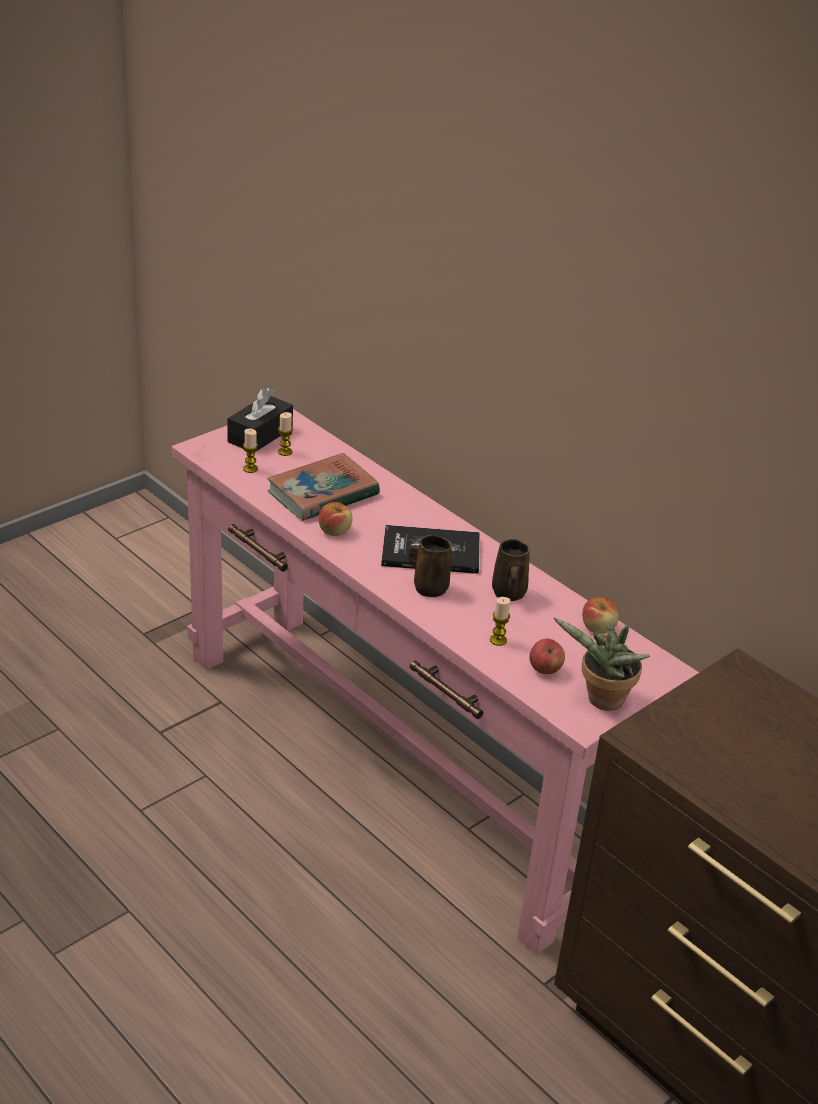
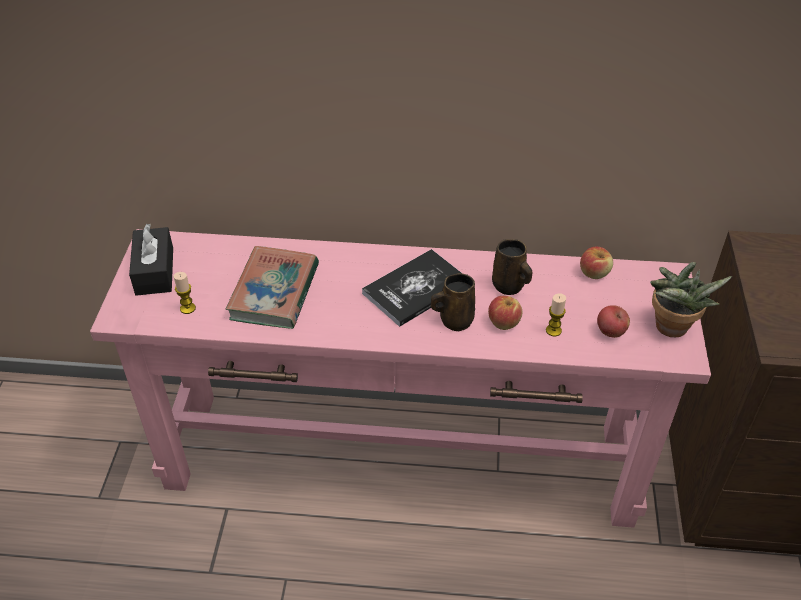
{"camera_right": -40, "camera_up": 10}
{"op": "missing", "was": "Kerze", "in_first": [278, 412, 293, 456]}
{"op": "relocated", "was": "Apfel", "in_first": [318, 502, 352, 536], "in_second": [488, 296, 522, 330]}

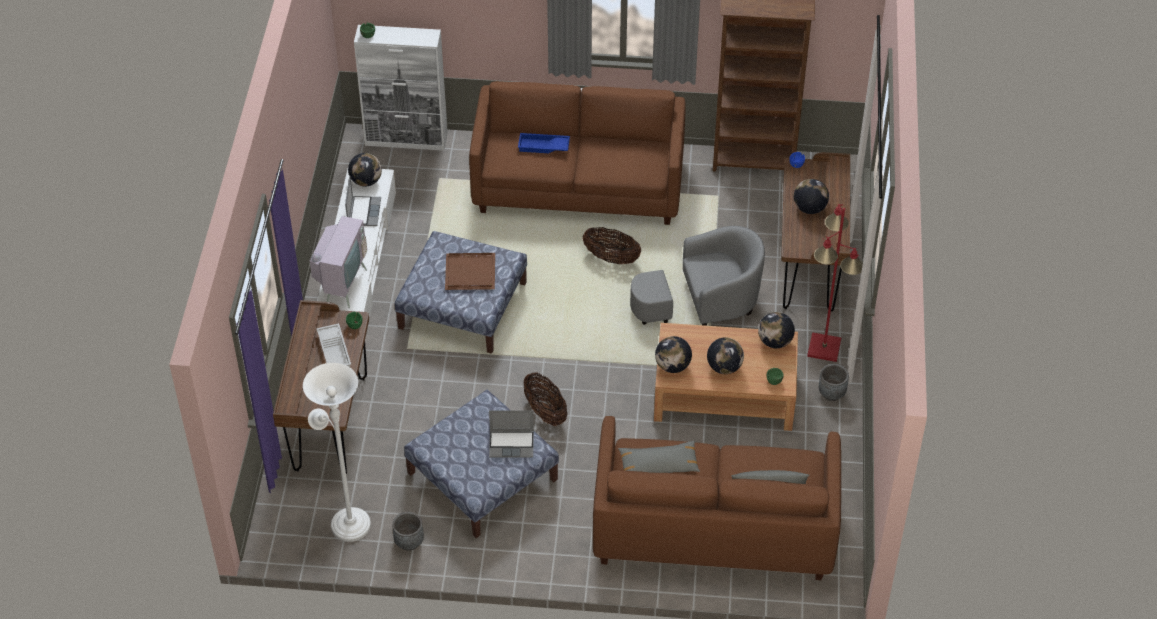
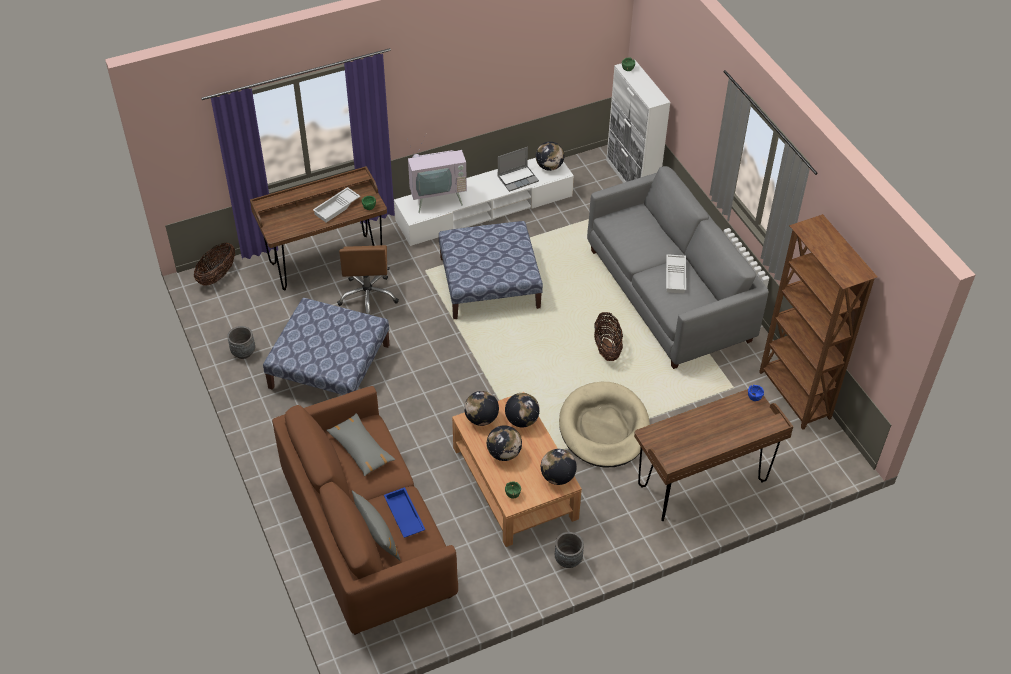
{"camera_right": 60, "camera_up": 0}
{"op": "colour", "was": "Sofa/braun", "now": "Sofa/grau", "in_first": [469, 81, 686, 225], "in_second": [587, 166, 769, 369]}
{"op": "relocated", "was": "Tablett/blau", "in_first": [518, 133, 570, 153], "in_second": [384, 487, 426, 538]}
{"op": "relocated", "was": "Globus", "in_first": [794, 179, 829, 214], "in_second": [505, 393, 540, 427]}
{"op": "missing", "was": "Stehlampe/rot", "in_first": [807, 204, 863, 362]}
{"op": "exchanged", "was": "Sessel/grau", "now": "Hundebett/beige", "in_first": [630, 226, 765, 326], "in_second": [559, 382, 650, 468]}
{"op": "missing", "was": "Tablett/braun", "in_first": [445, 253, 495, 290]}
{"op": "missing", "was": "Stehlampe/weiß", "in_first": [303, 363, 371, 542]}
{"op": "relocated", "was": "Korb", "in_first": [524, 372, 567, 426], "in_second": [194, 242, 235, 286]}
{"op": "missing", "was": "Laptop", "in_first": [489, 410, 534, 458]}
{"op": "appeared", "now": "Bürostuhl/braun", "in_second": [337, 245, 399, 315]}
{"op": "appeared", "now": "Tablett/weiß", "in_second": [666, 254, 686, 293]}

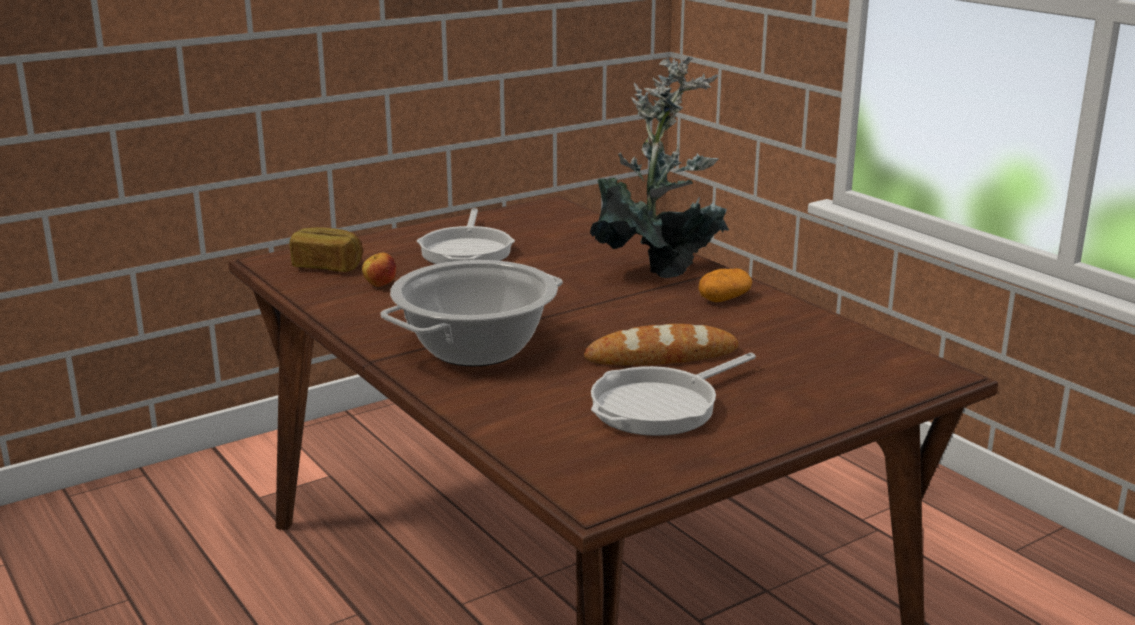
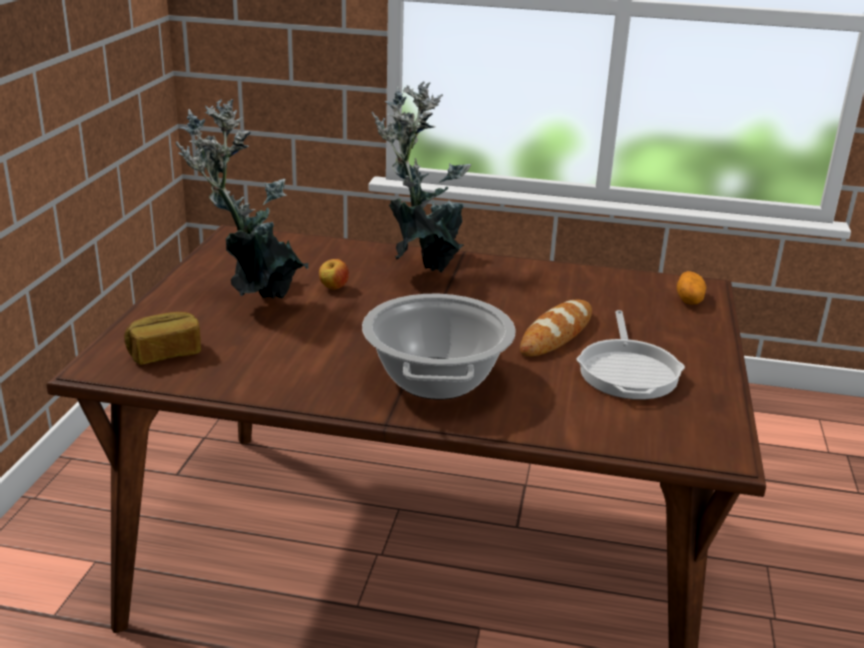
{"camera_right": -45, "camera_up": 5}
{"op": "exchanged", "was": "Pfanne", "now": "Topfpflanze", "in_first": [417, 208, 515, 264], "in_second": [176, 99, 309, 299]}
{"op": "relocated", "was": "Apfel", "in_first": [362, 253, 396, 287], "in_second": [319, 259, 349, 290]}
{"op": "relocated", "was": "Kartoffel", "in_first": [698, 269, 752, 302], "in_second": [677, 271, 707, 304]}

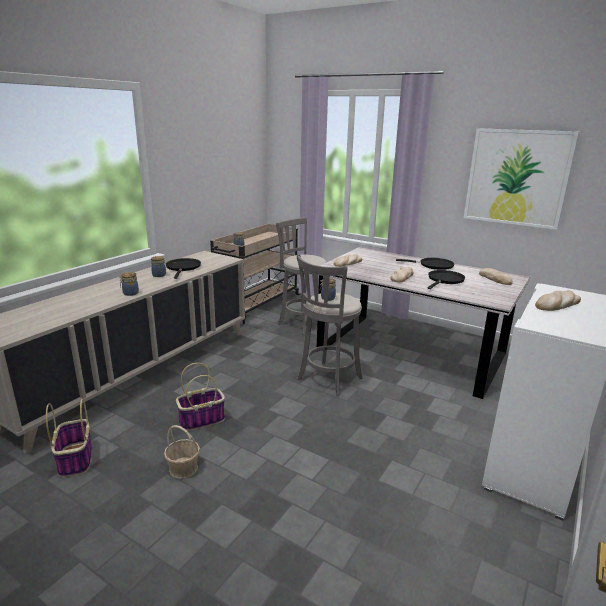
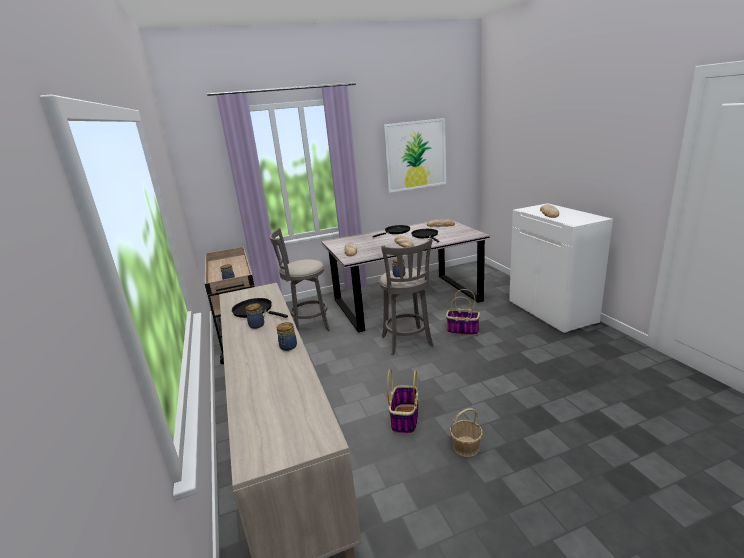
{"camera_right": -50, "camera_up": 0}
{"op": "relocated", "was": "Korb", "in_first": [46, 399, 92, 477], "in_second": [446, 289, 480, 336]}

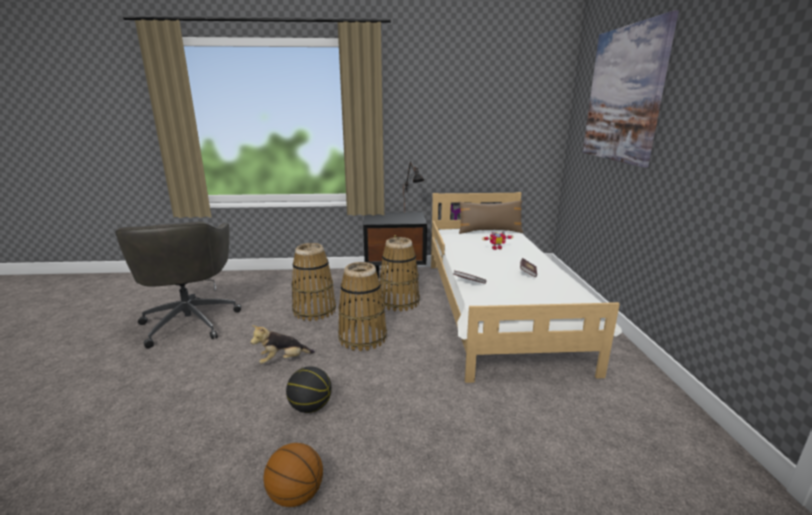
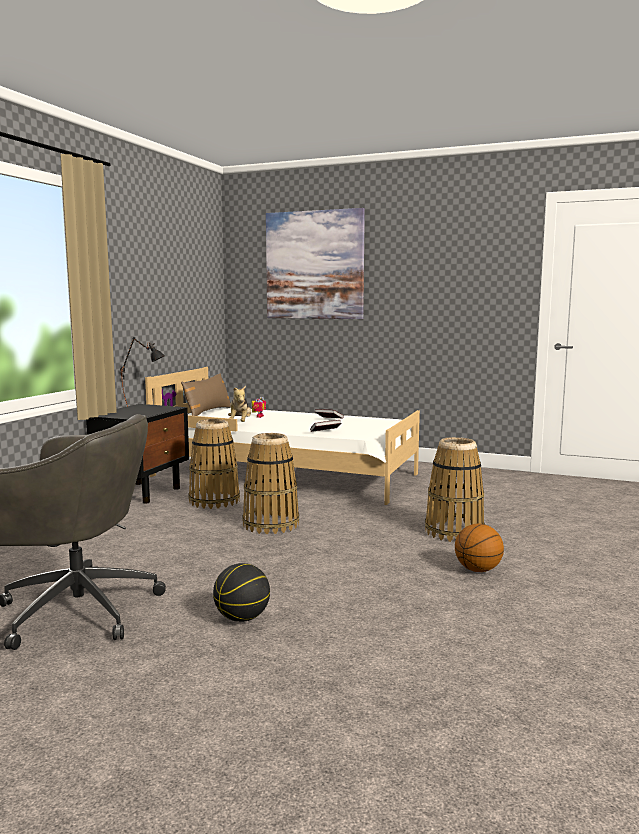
{"camera_right": -65, "camera_up": -10}
{"op": "relocated", "was": "Korb", "in_first": [292, 243, 336, 321], "in_second": [425, 437, 485, 542]}
{"op": "relocated", "was": "Plüschtier", "in_first": [250, 325, 315, 364], "in_second": [228, 386, 251, 422]}
{"op": "relocated", "was": "Basketball", "in_first": [286, 366, 332, 413], "in_second": [213, 563, 270, 622]}

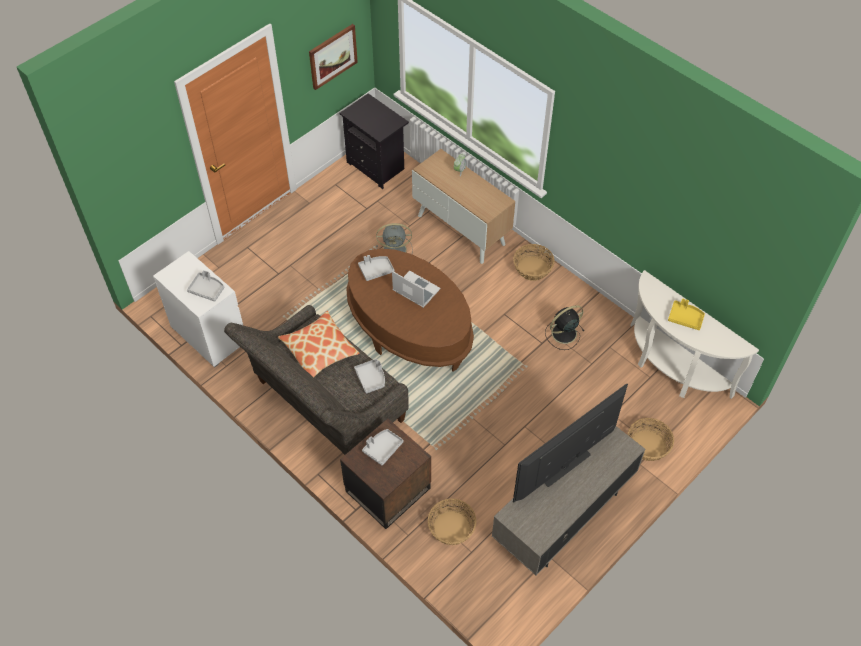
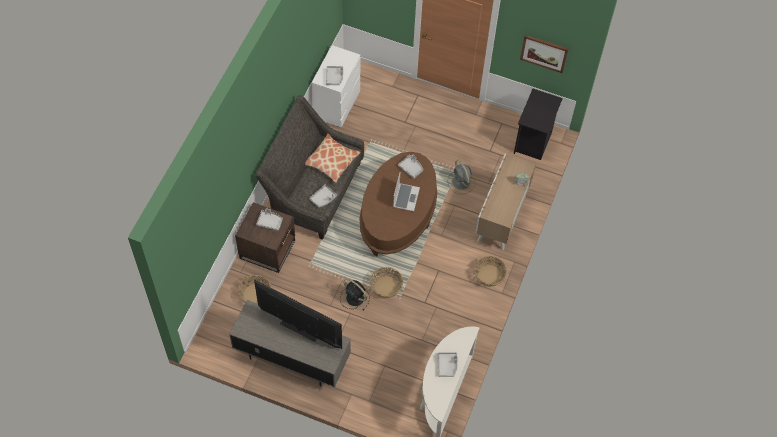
{"camera_right": 65, "camera_up": 5}
{"op": "colour", "was": "Tablett/gelb", "now": "Tablett/grau", "in_first": [668, 298, 705, 330], "in_second": [438, 352, 458, 377]}
{"op": "relocated", "was": "Ventilator/schwarz", "in_first": [545, 305, 584, 350], "in_second": [340, 279, 370, 310]}
{"op": "relocated", "was": "Korb", "in_first": [628, 418, 674, 461], "in_second": [370, 267, 403, 298]}

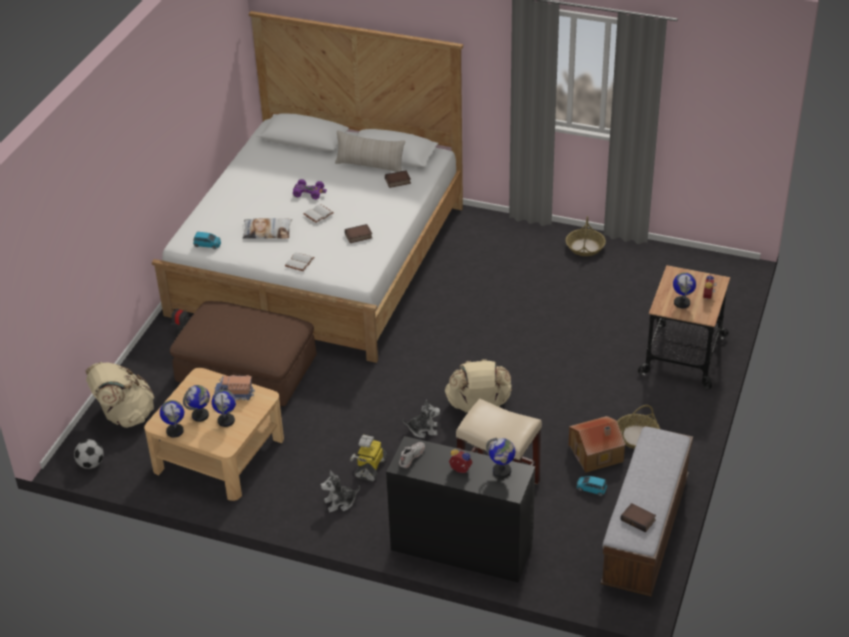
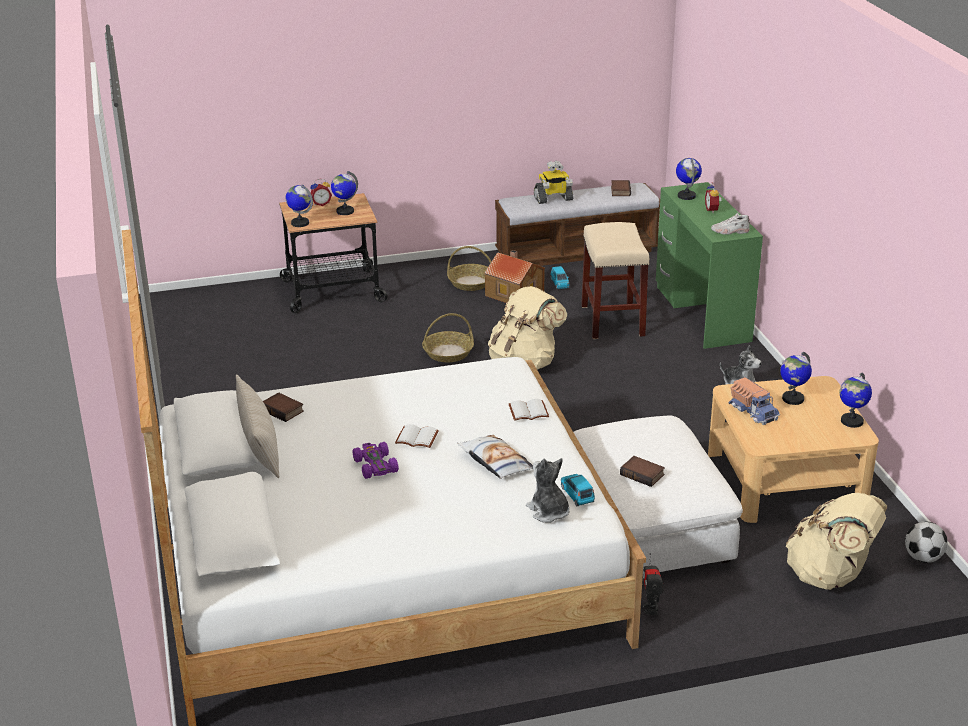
{"camera_right": -125, "camera_up": -10}
{"op": "relocated", "was": "Korb", "in_first": [566, 216, 606, 256], "in_second": [422, 313, 474, 362]}
{"op": "relocated", "was": "Buch", "in_first": [345, 224, 372, 243], "in_second": [620, 456, 665, 487]}
{"op": "colour", "was": "Polsterhocker/braun", "now": "Polsterhocker/weiß", "in_first": [170, 301, 316, 407], "in_second": [573, 415, 743, 572]}
{"op": "relocated", "was": "Globus", "in_first": [183, 385, 210, 422], "in_second": [286, 184, 313, 227]}
{"op": "relocated", "was": "Plüschtier", "in_first": [403, 400, 440, 438], "in_second": [526, 458, 570, 523]}
{"op": "relocated", "was": "Spielzeugroboter", "in_first": [350, 435, 388, 481], "in_second": [534, 161, 573, 204]}
{"op": "colour", "was": "Schreibtisch/schwarz", "now": "Schreibtisch/grün", "in_first": [386, 436, 535, 582], "in_second": [656, 182, 763, 349]}

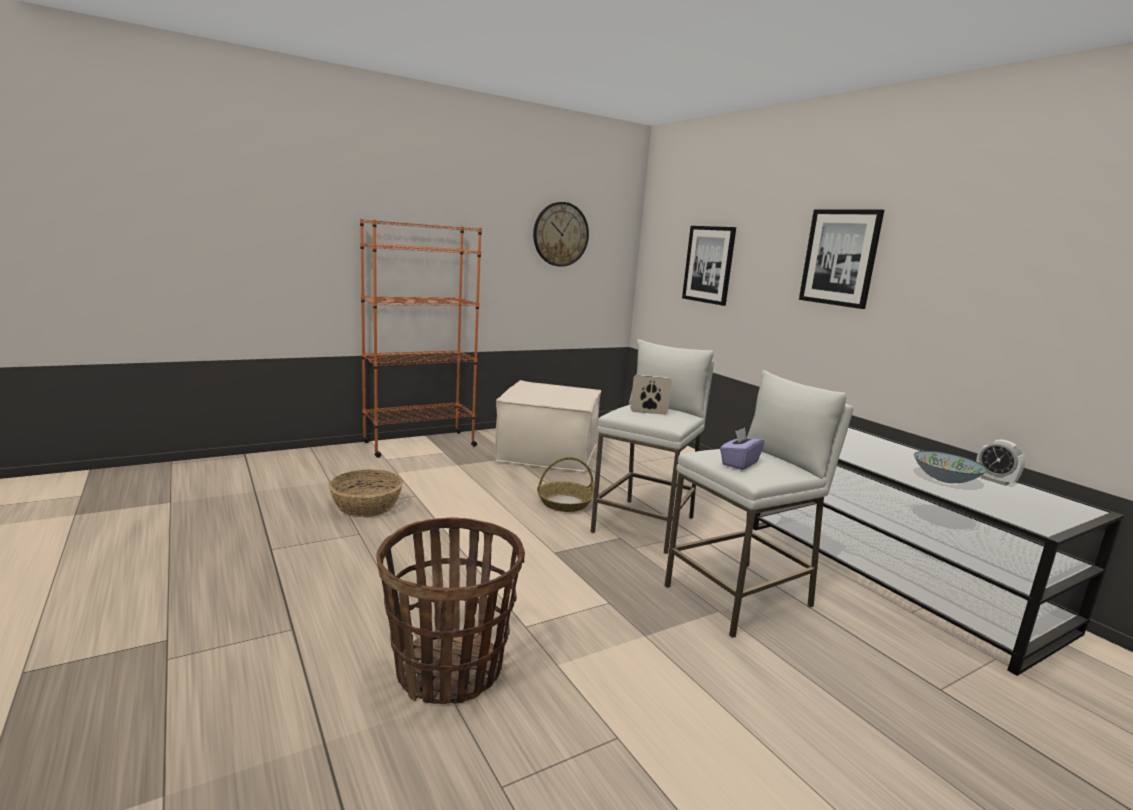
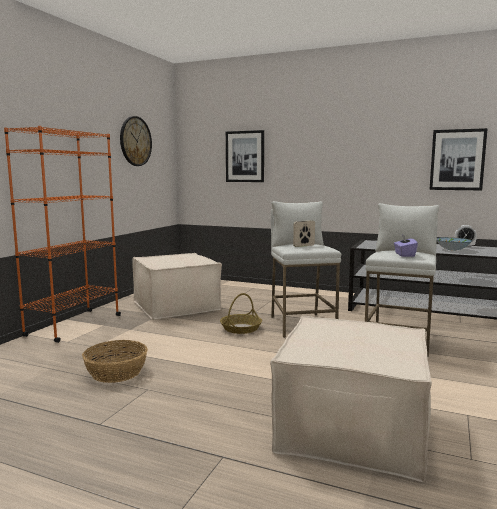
{"camera_right": -35, "camera_up": -5}
{"op": "relocated", "was": "Bild", "in_first": [799, 209, 884, 309], "in_second": [429, 128, 488, 190]}
{"op": "exchanged", "was": "Korb", "now": "Polsterhocker/beige", "in_first": [376, 517, 525, 704], "in_second": [270, 316, 432, 482]}

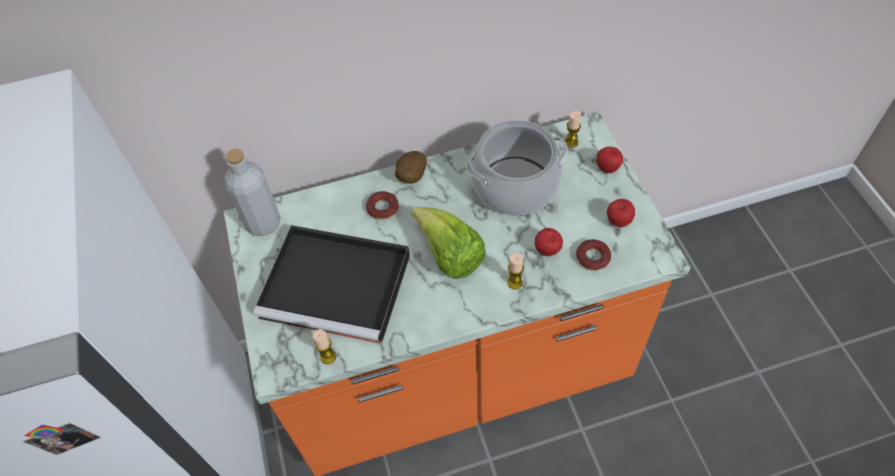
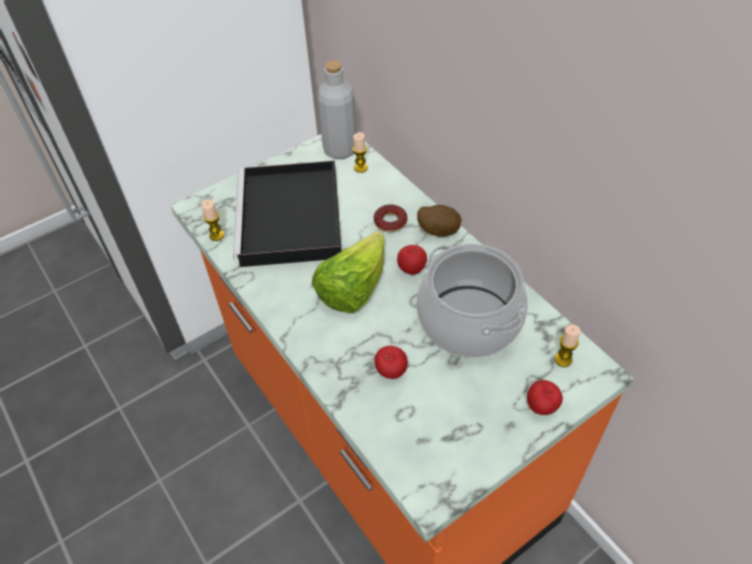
{"camera_right": 70, "camera_up": -5}
{"op": "relocated", "was": "Apfel", "in_first": [607, 199, 635, 227], "in_second": [397, 245, 427, 275]}
{"op": "missing", "was": "Donut", "in_first": [576, 239, 611, 271]}
{"op": "relocated", "was": "Kerze", "in_first": [507, 253, 524, 289], "in_second": [353, 132, 368, 173]}

